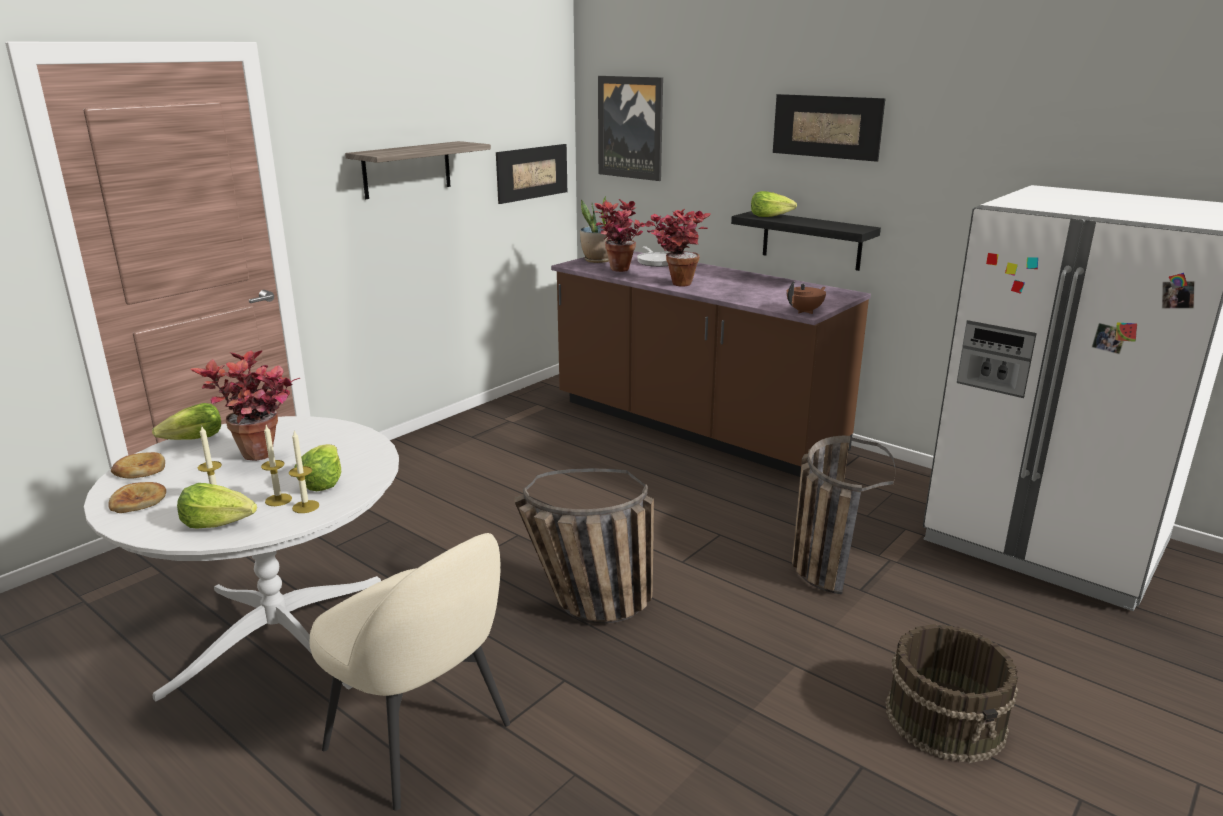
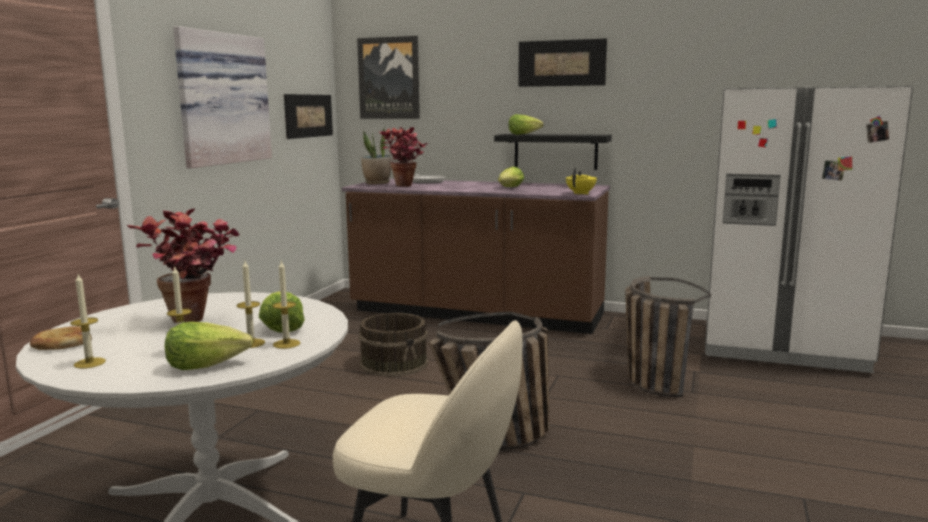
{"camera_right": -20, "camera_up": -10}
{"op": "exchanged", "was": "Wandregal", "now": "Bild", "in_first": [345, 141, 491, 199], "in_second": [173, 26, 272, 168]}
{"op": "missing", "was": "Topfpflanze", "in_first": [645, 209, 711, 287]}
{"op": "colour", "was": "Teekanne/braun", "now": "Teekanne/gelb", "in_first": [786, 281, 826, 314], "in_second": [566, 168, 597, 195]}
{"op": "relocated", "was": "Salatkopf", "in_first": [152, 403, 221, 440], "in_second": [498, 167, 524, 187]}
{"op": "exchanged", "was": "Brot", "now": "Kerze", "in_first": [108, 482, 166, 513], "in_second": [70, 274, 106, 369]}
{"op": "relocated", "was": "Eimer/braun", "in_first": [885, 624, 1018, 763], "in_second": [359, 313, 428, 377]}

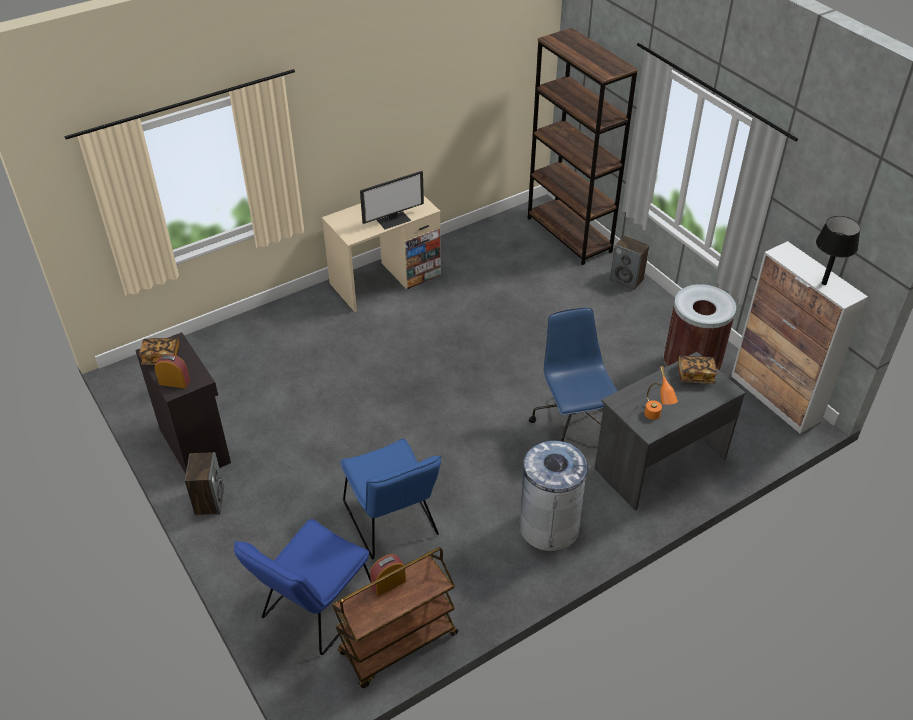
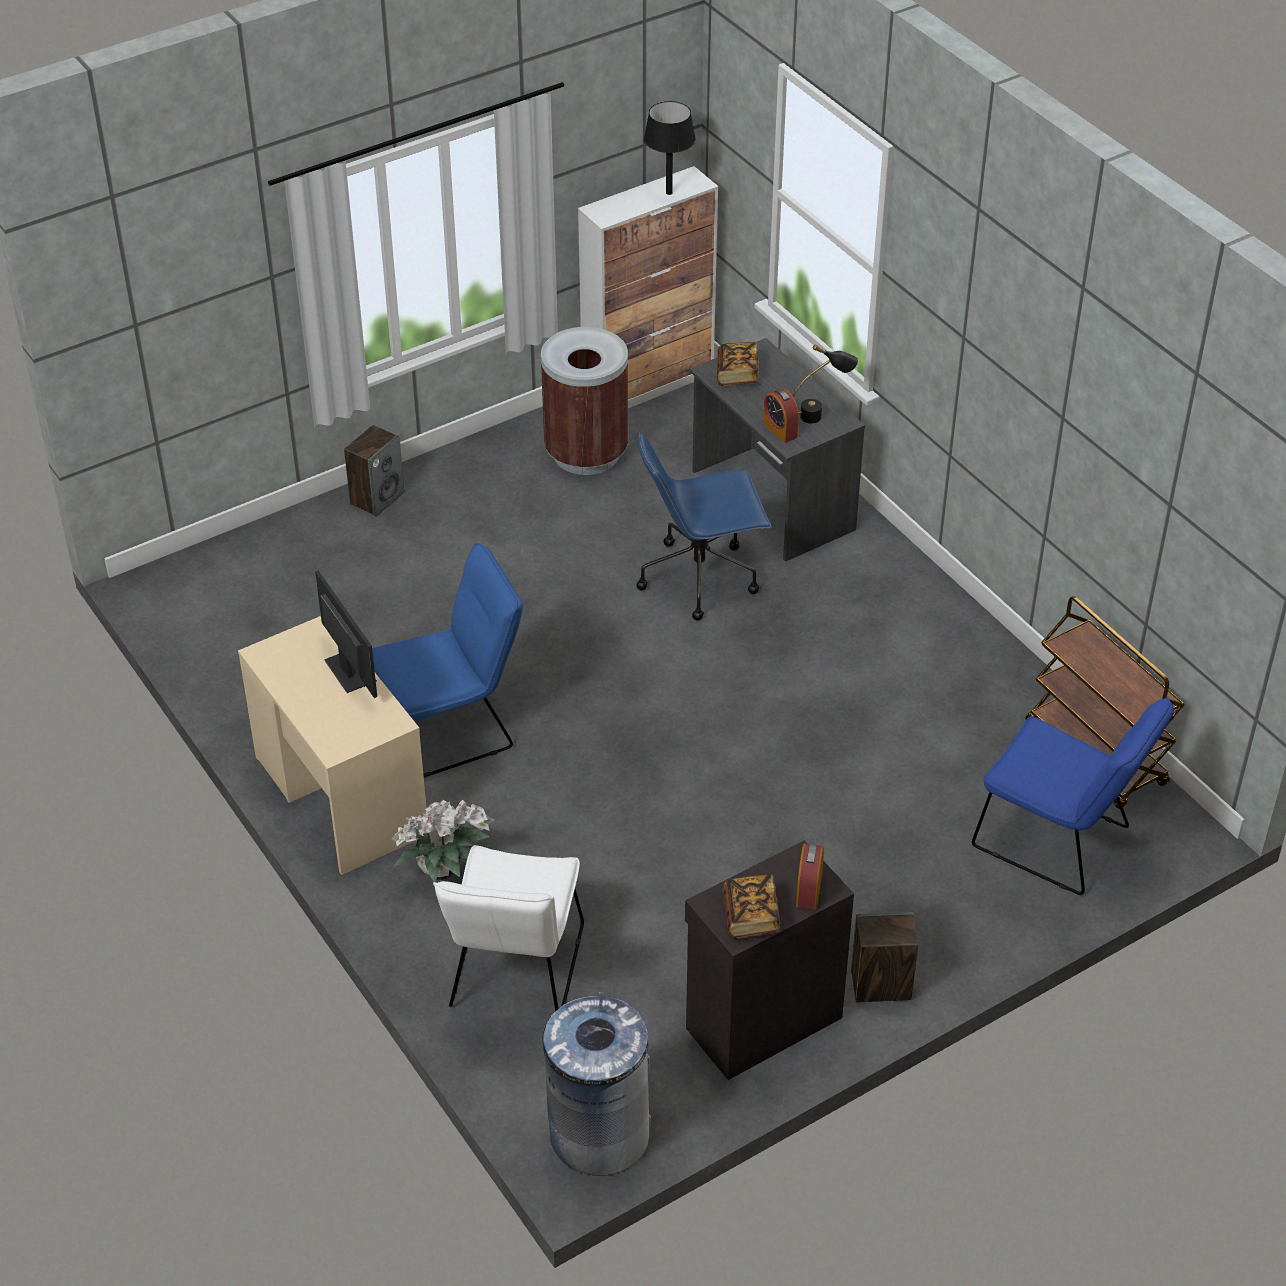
{"camera_right": -90, "camera_up": 0}
{"op": "missing", "was": "Bücherregal/braun", "in_first": [528, 28, 638, 265]}
{"op": "colour", "was": "Tischlampe/orange", "now": "Tischlampe/schwarz", "in_first": [644, 366, 678, 420], "in_second": [793, 344, 858, 424]}
{"op": "relocated", "was": "Stuhl/blau", "in_first": [340, 439, 441, 560], "in_second": [372, 543, 523, 777]}
{"op": "relocated", "was": "Mülleimer/grau", "in_first": [519, 440, 591, 551], "in_second": [542, 992, 651, 1176]}
{"op": "relocated", "was": "Wecker", "in_first": [370, 554, 406, 596], "in_second": [763, 388, 799, 443]}
{"op": "appeared", "now": "Topfpflanze", "in_second": [391, 799, 495, 882]}
{"op": "appeared", "now": "Stuhl/weiß", "in_second": [433, 845, 584, 1011]}

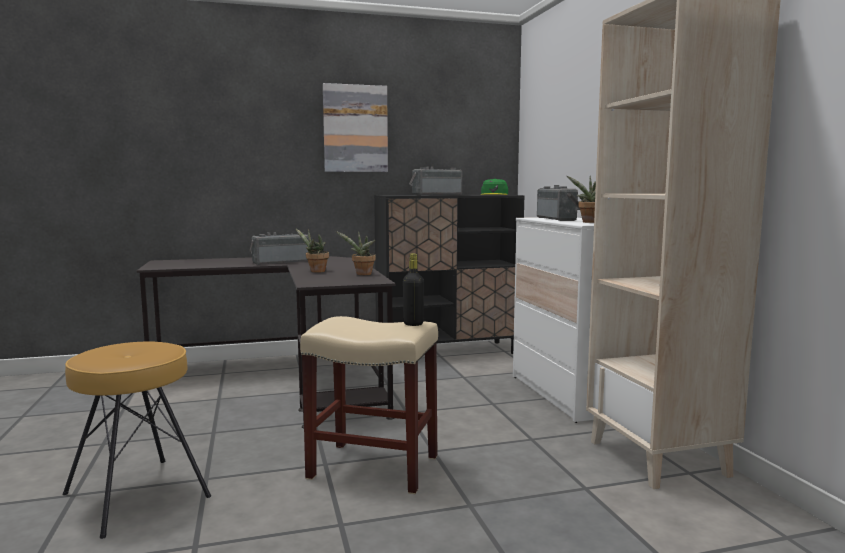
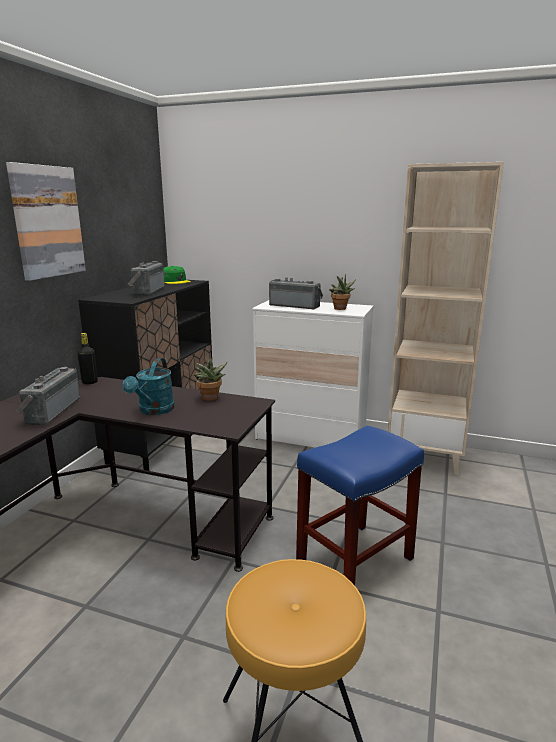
{"camera_right": -55, "camera_up": 10}
{"op": "exchanged", "was": "Topfpflanze", "now": "Gießkanne/türkis", "in_first": [296, 229, 329, 273], "in_second": [122, 358, 175, 415]}
{"op": "relocated", "was": "Flasche/schwarz", "in_first": [403, 253, 424, 326], "in_second": [77, 333, 98, 384]}
{"op": "colour", "was": "Hocker/beige", "now": "Hocker/blau", "in_first": [300, 316, 438, 494], "in_second": [296, 426, 424, 585]}

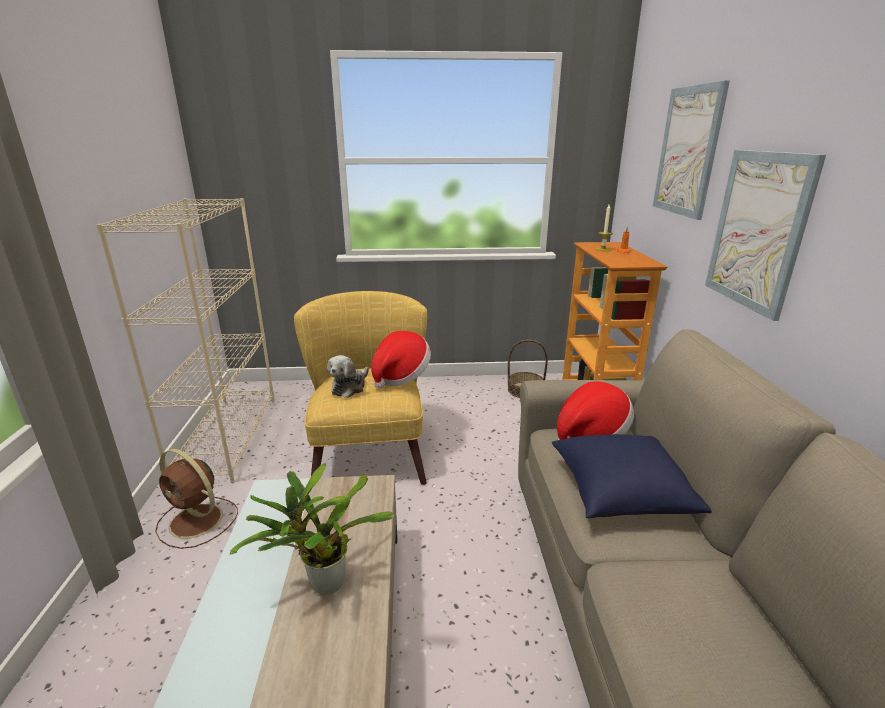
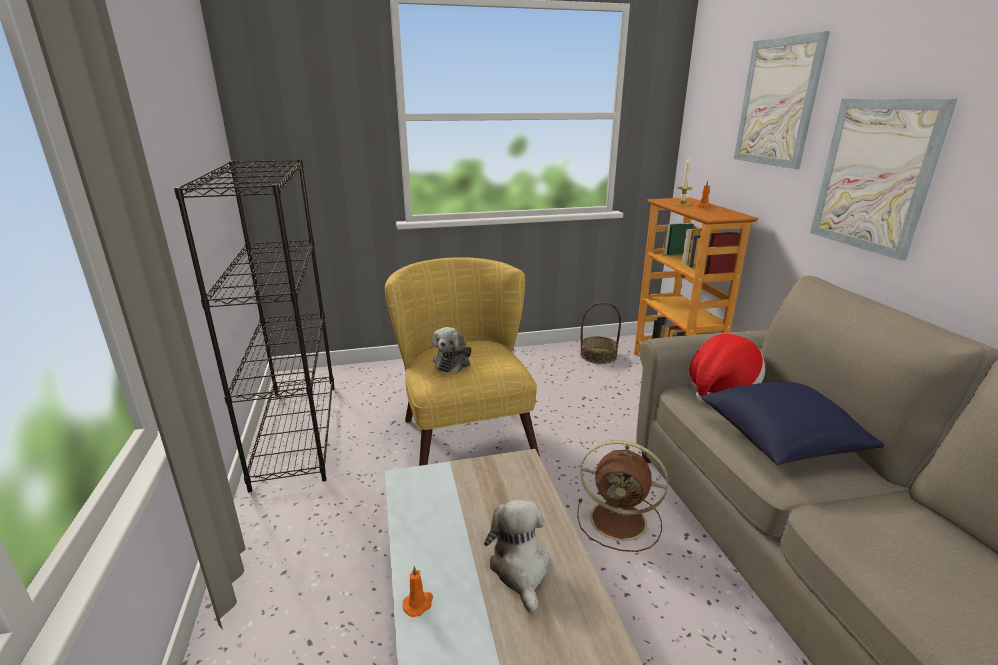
{"camera_right": -10, "camera_up": 0}
{"op": "colour", "was": "Bücherregal/beige", "now": "Bücherregal/schwarz", "in_first": [96, 198, 275, 483], "in_second": [174, 159, 335, 493]}
{"op": "missing", "was": "Hut", "in_first": [371, 331, 431, 388]}
{"op": "relocated", "was": "Ventilator/braun", "in_first": [155, 449, 238, 549], "in_second": [577, 440, 668, 552]}
{"op": "exchanged", "was": "Topfpflanze", "now": "Plüschtier", "in_first": [230, 463, 394, 595], "in_second": [484, 500, 550, 614]}
{"op": "appeared", "now": "Kerze/orange", "in_second": [402, 566, 433, 617]}

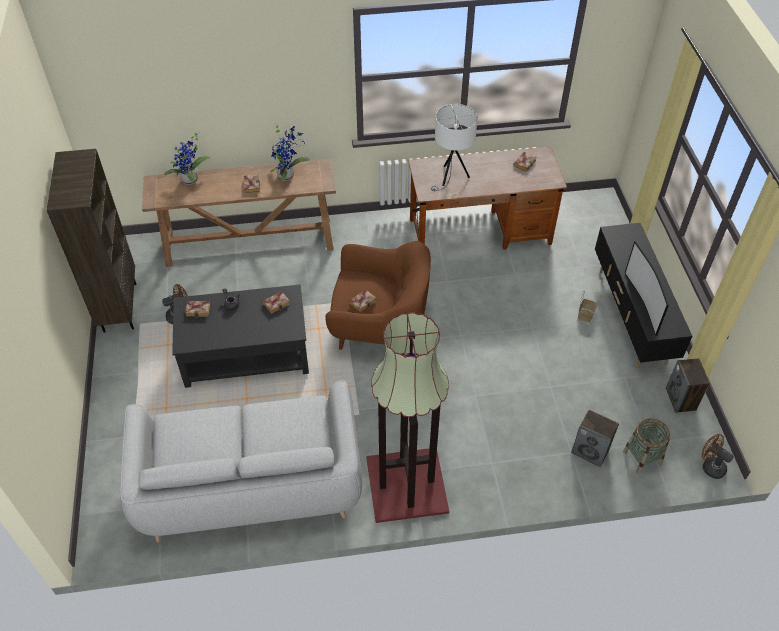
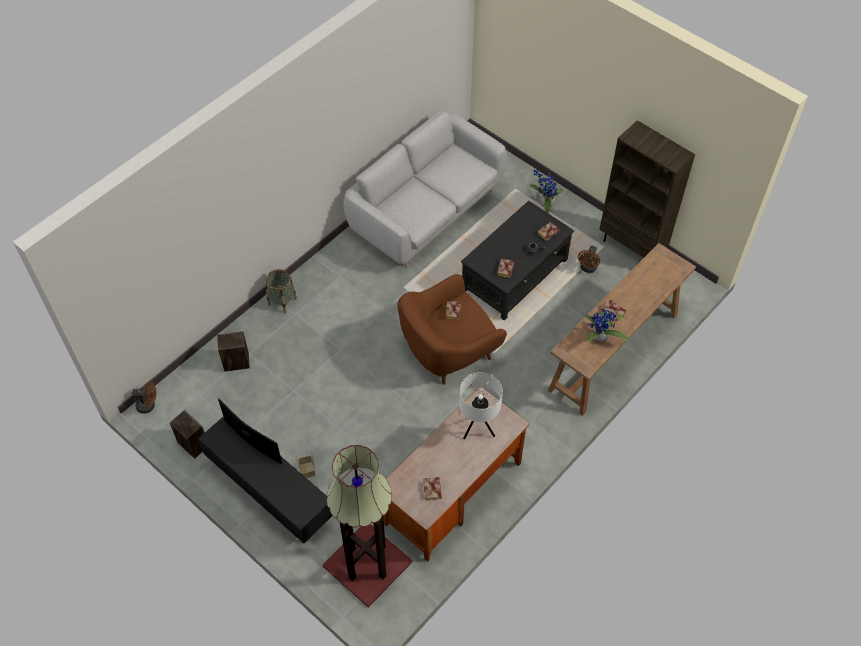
{"camera_right": 140, "camera_up": 5}
{"op": "relocated", "was": "Topfpflanze", "in_first": [164, 131, 211, 185], "in_second": [529, 170, 563, 213]}
{"op": "relocated", "was": "Stehlampe", "in_first": [366, 312, 449, 523], "in_second": [322, 445, 413, 608]}
{"op": "relocated", "was": "Korb", "in_first": [623, 419, 670, 474], "in_second": [266, 269, 297, 313]}

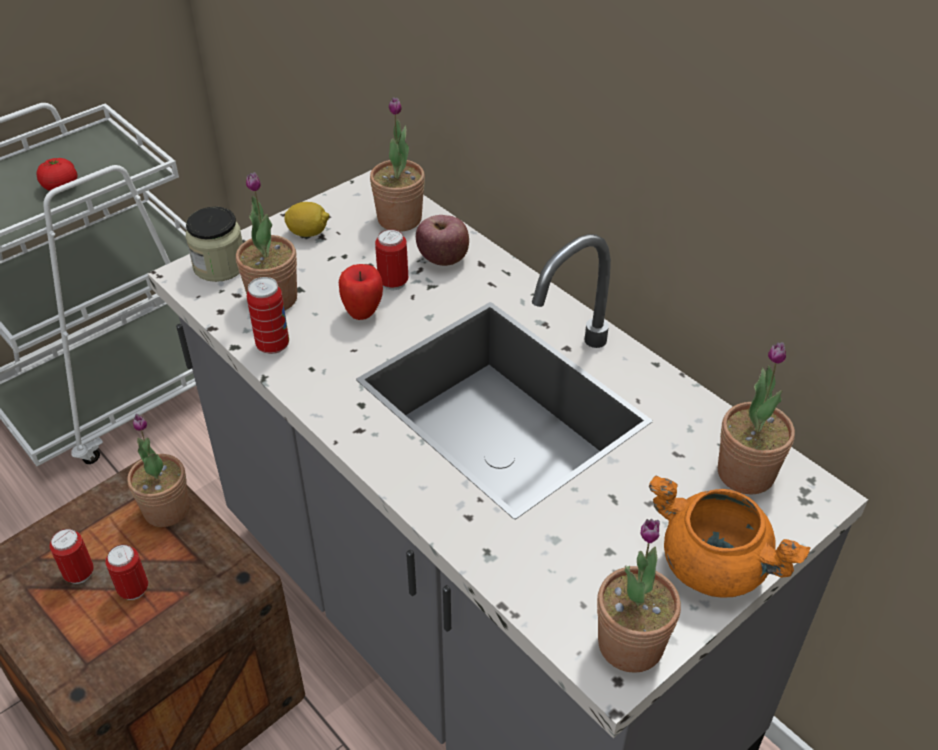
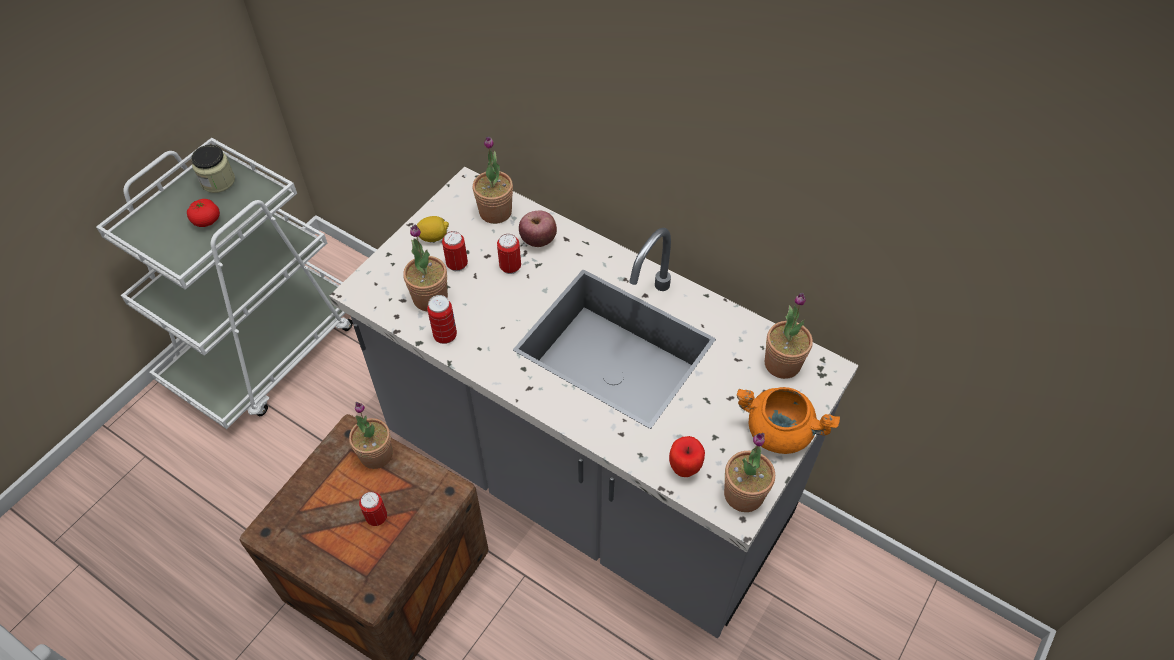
{"camera_right": -15, "camera_up": 10}
{"op": "relocated", "was": "Vorratsglas", "in_first": [186, 207, 243, 282], "in_second": [191, 145, 235, 193]}
{"op": "relocated", "was": "Apfel", "in_first": [339, 264, 383, 320], "in_second": [669, 436, 705, 477]}
{"op": "relocated", "was": "Dose", "in_first": [50, 529, 94, 584], "in_second": [442, 231, 468, 272]}

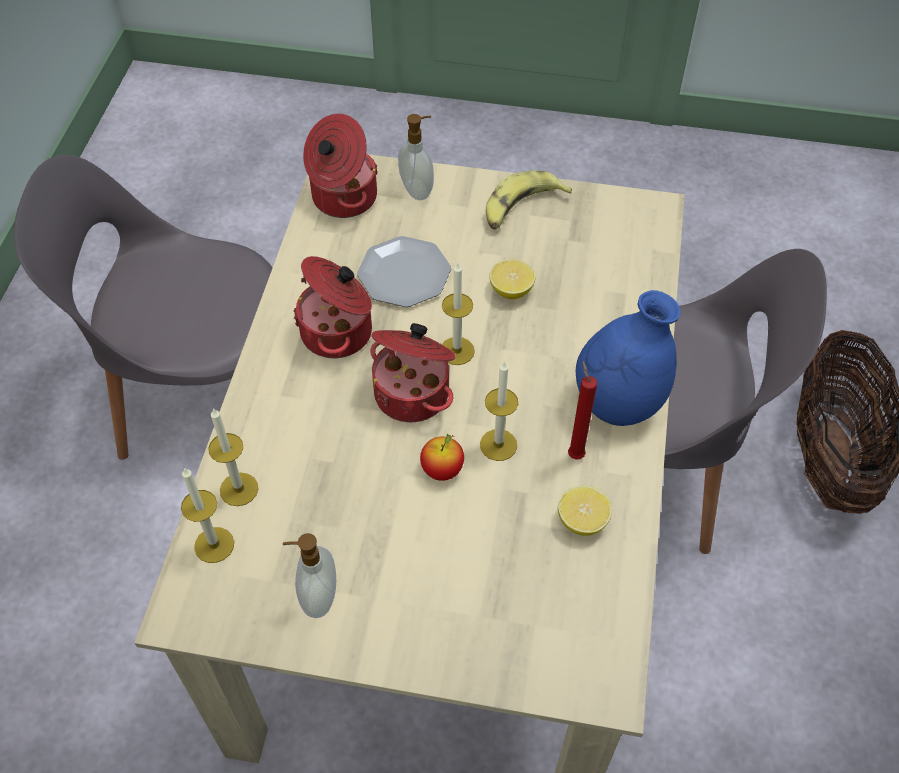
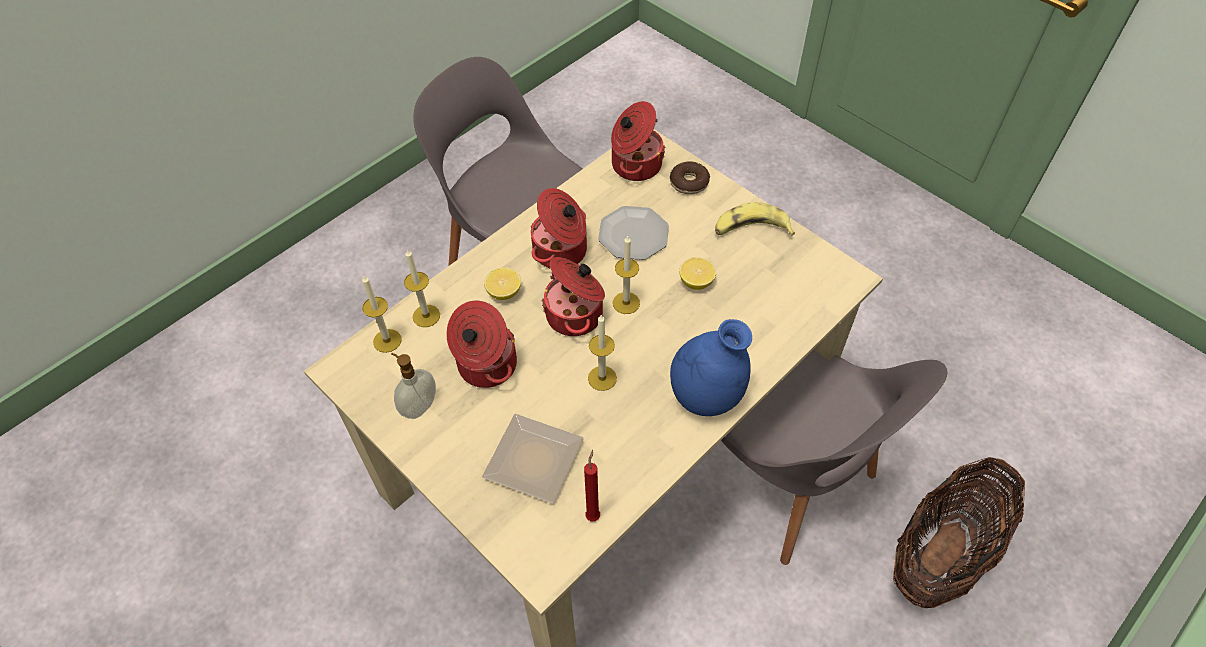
{"camera_right": 35, "camera_up": 0}
{"op": "exchanged", "was": "Seifenspender", "now": "Donut", "in_first": [398, 114, 434, 200], "in_second": [670, 161, 710, 194]}
{"op": "relocated", "was": "Kerze/rot", "in_first": [568, 361, 597, 460], "in_second": [584, 450, 600, 521]}
{"op": "missing", "was": "Apfel", "in_first": [420, 434, 464, 481]}
{"op": "relocated", "was": "Zitrone", "in_first": [558, 486, 612, 536], "in_second": [484, 267, 521, 300]}
{"op": "appeared", "now": "Kochtopf", "in_second": [446, 301, 517, 388]}
{"op": "appeared", "now": "Teller", "in_second": [482, 414, 584, 504]}

